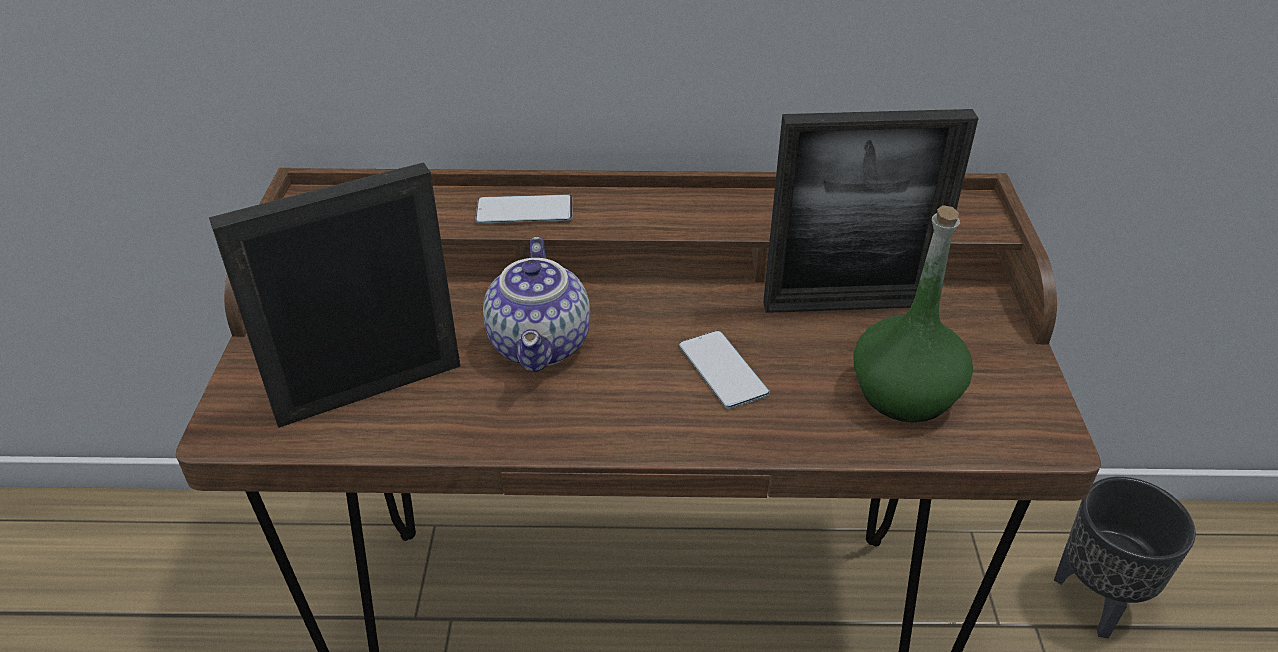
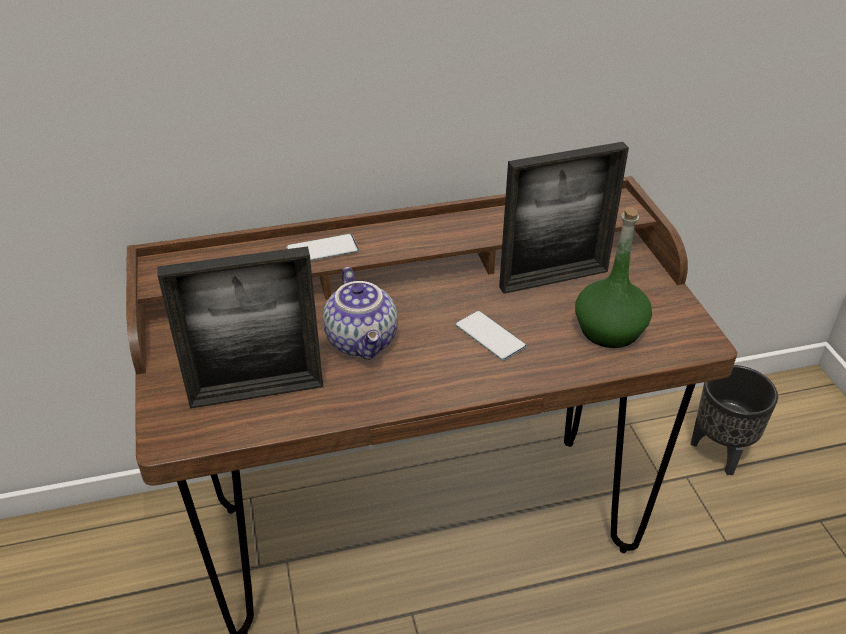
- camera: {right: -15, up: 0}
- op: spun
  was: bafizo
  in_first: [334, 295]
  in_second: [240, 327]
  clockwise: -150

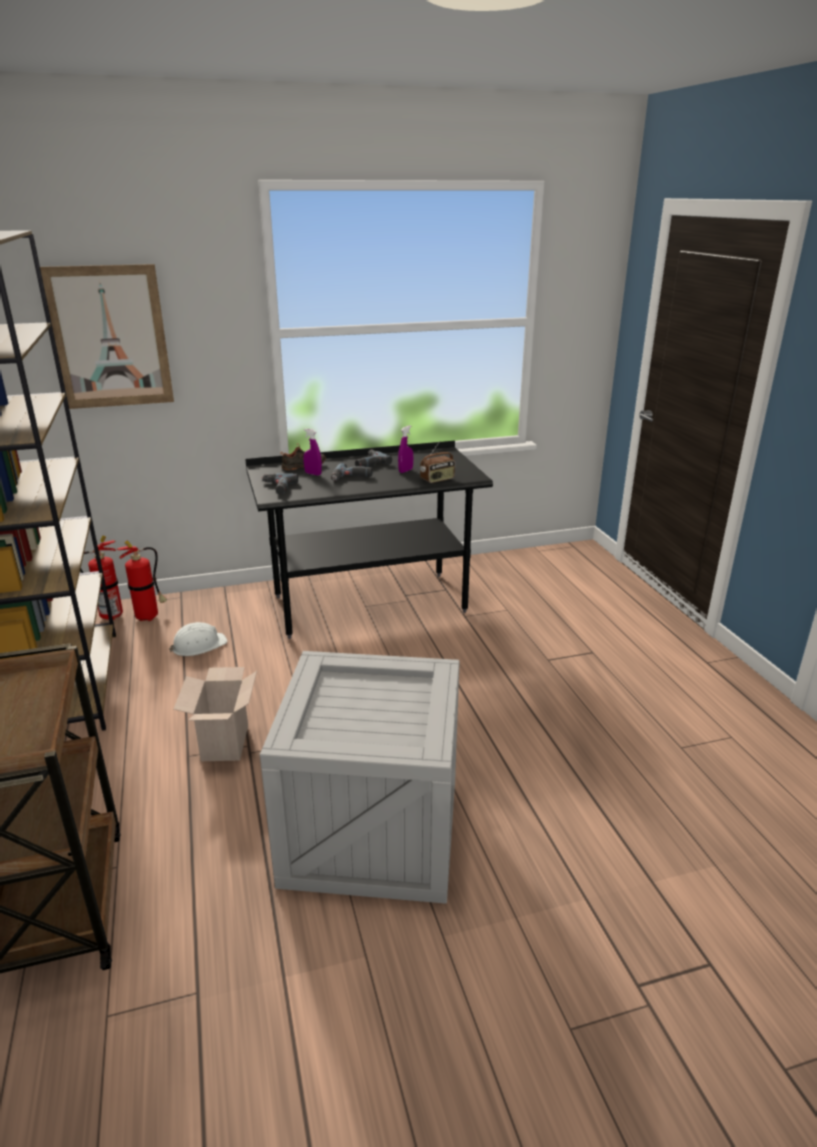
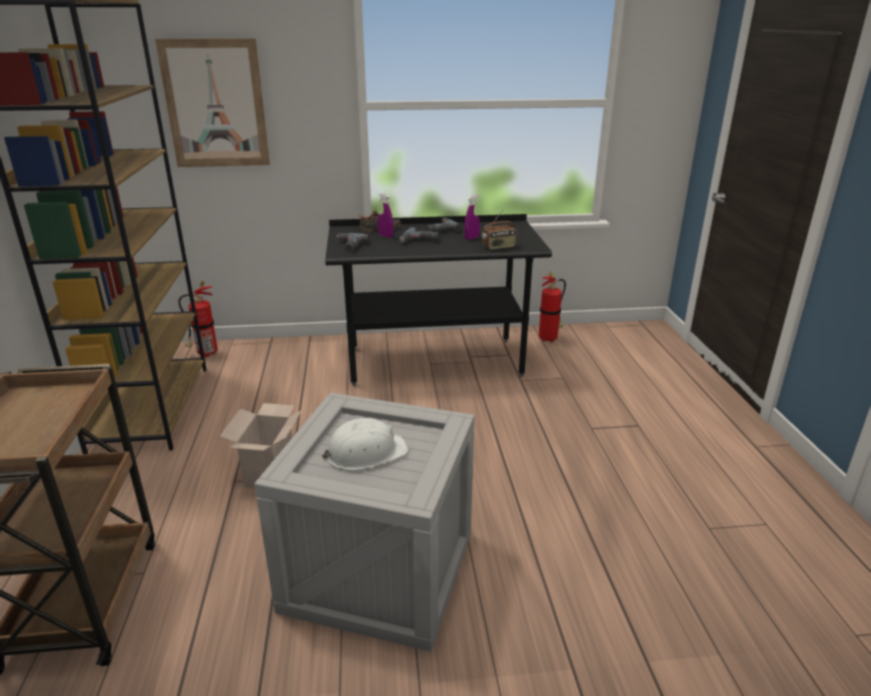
- camera: {right: 10, up: 0}
- op: relocated
  was: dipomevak
  in_first: [142, 581]
  in_second: [552, 306]
- op: relocated
  was: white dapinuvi
  in_first: [198, 639]
  in_second: [365, 444]

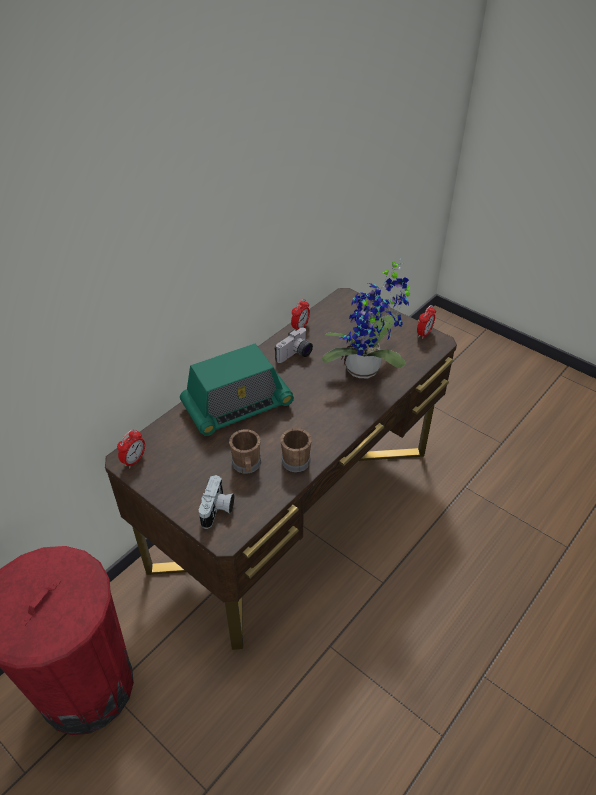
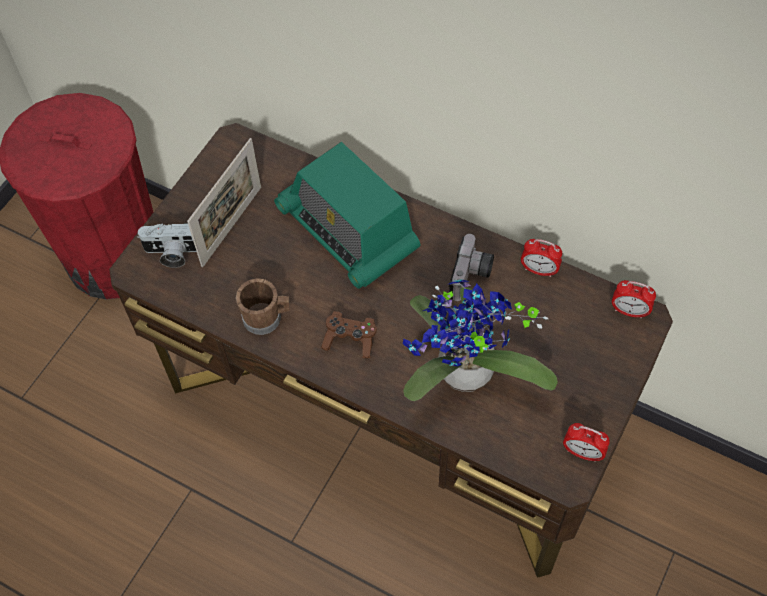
- camera: {right: 80, up: 15}
- op: relocated
  was: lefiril
  in_first: [131, 448]
  in_second: [634, 299]
- op: missing
  was: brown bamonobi
  in_first: [245, 451]
- op: spun
  was: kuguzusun
  in_first: [294, 345]
  in_second: [471, 267]
  clockwise: -105
- op: appeared
  now: bafizo
  in_second: [224, 202]
- op: appeared
  now: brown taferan
  in_second: [349, 335]

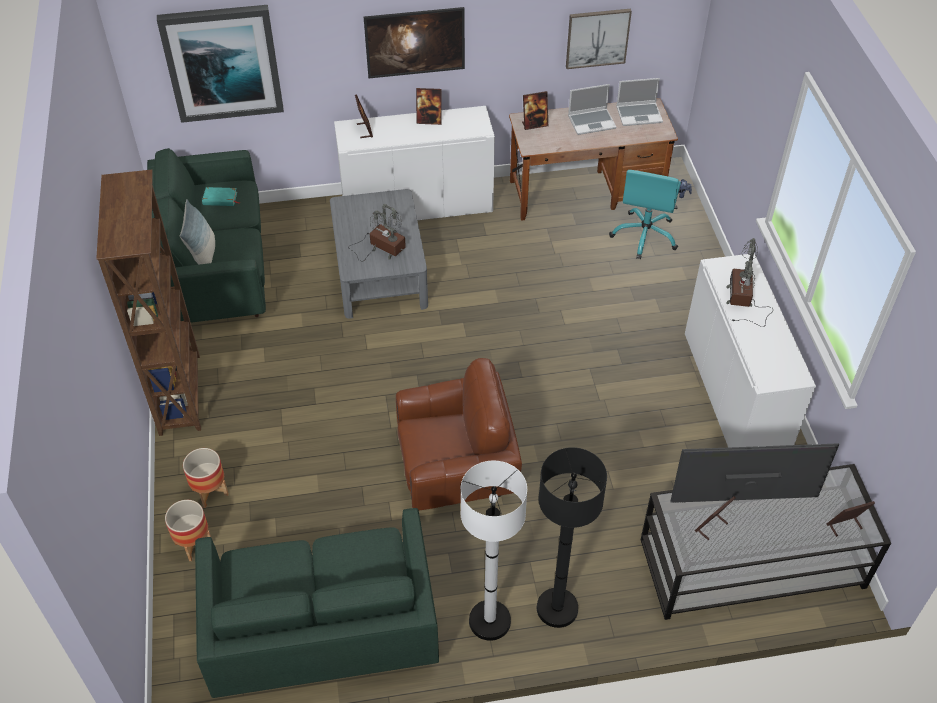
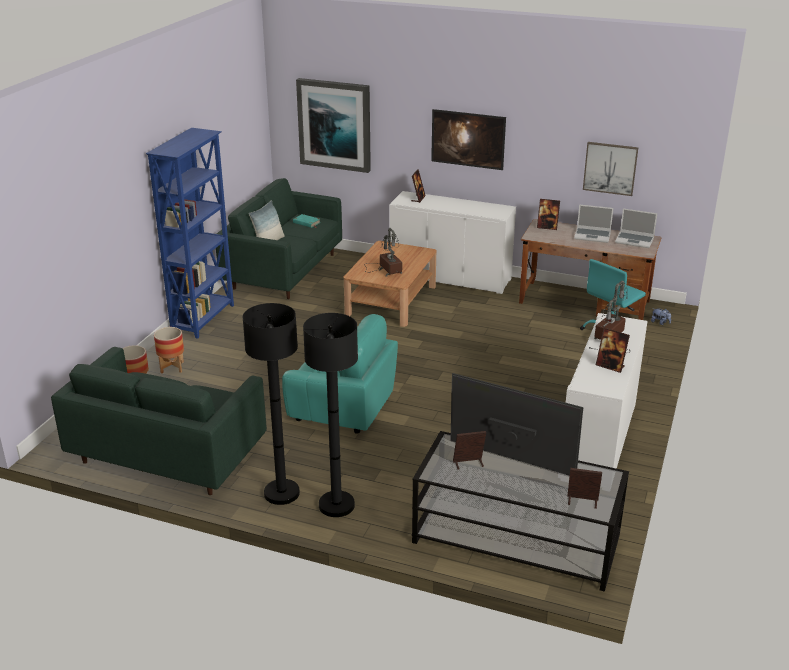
- camera: {right: 30, up: -20}
- op: colour
  was: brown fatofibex
  now: blue fatofibex
  in_first: [148, 303]
  in_second: [190, 233]
- op: colour
  was: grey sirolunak
  now: brown sirolunak
  in_first: [379, 254]
  in_second: [390, 284]
- op: colour
  was: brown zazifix
  now: turquoise zazifix
  in_first: [459, 434]
  in_second: [340, 374]
- op: relocated
  was: bafizo
  in_first: [429, 106]
  in_second: [613, 350]
- op: colour
  was: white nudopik
  now: black nudopik
  in_first: [494, 551]
  in_second: [271, 404]

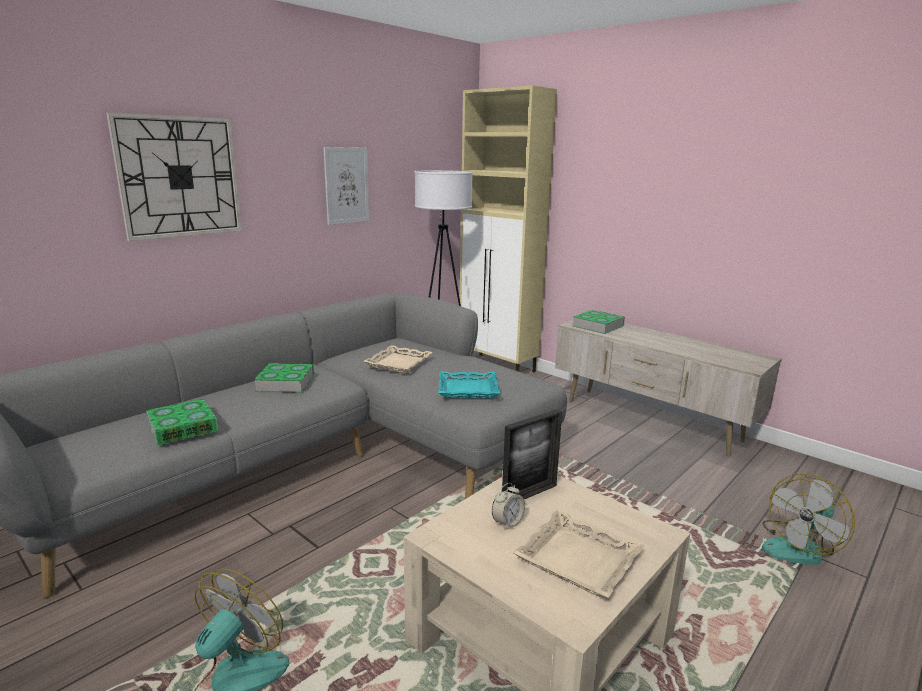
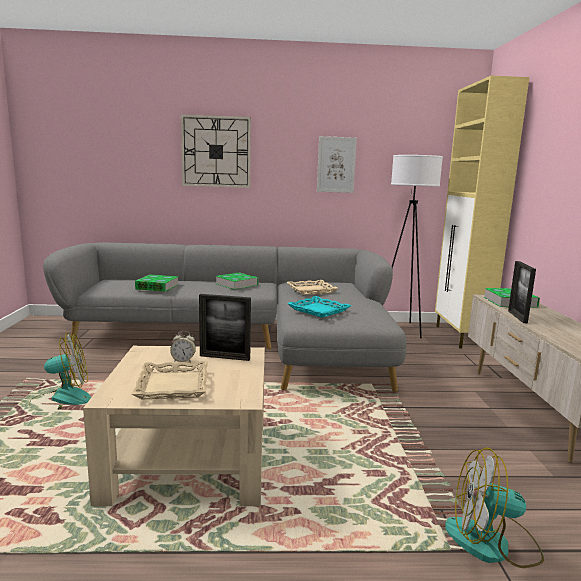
- camera: {right: 45, up: -5}
- op: appeared
  now: bafizo
  in_second: [522, 292]

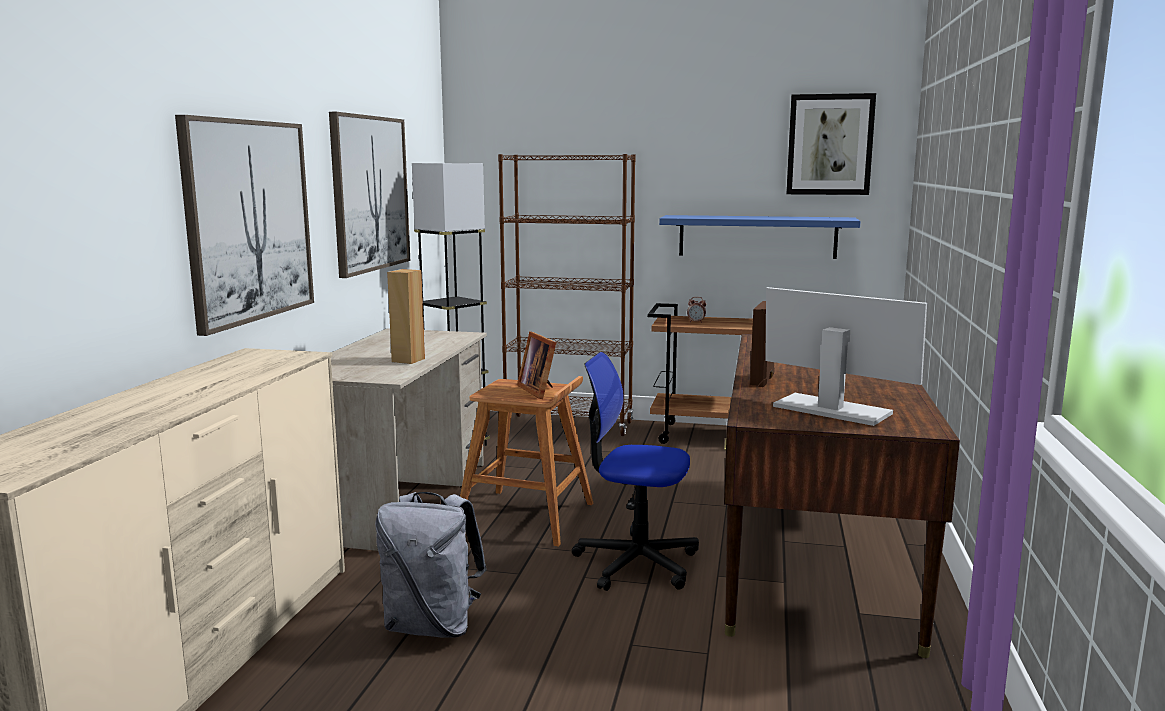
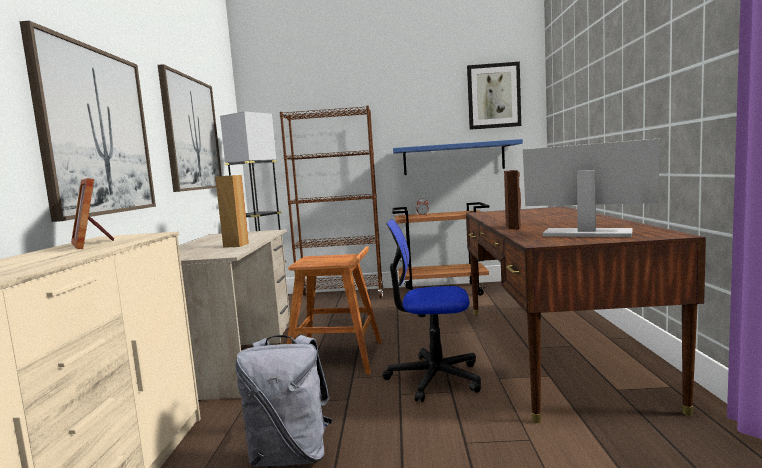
- camera: {right: -10, up: -5}
- op: relocated
  was: bafizo
  in_first: [536, 365]
  in_second: [92, 213]

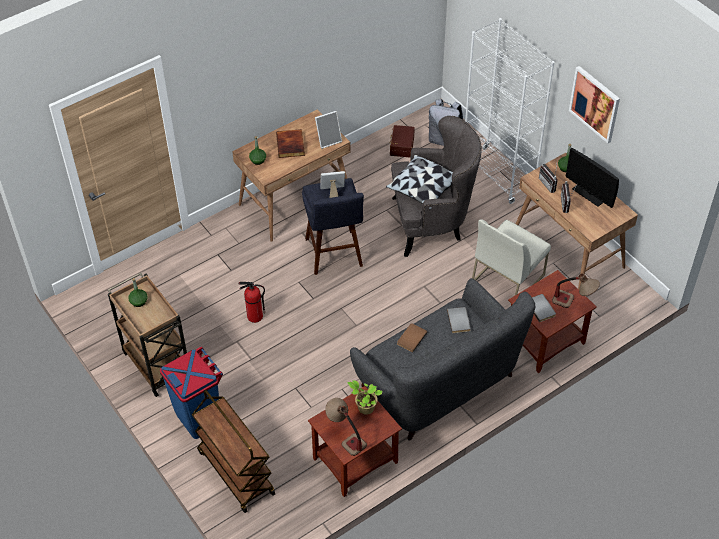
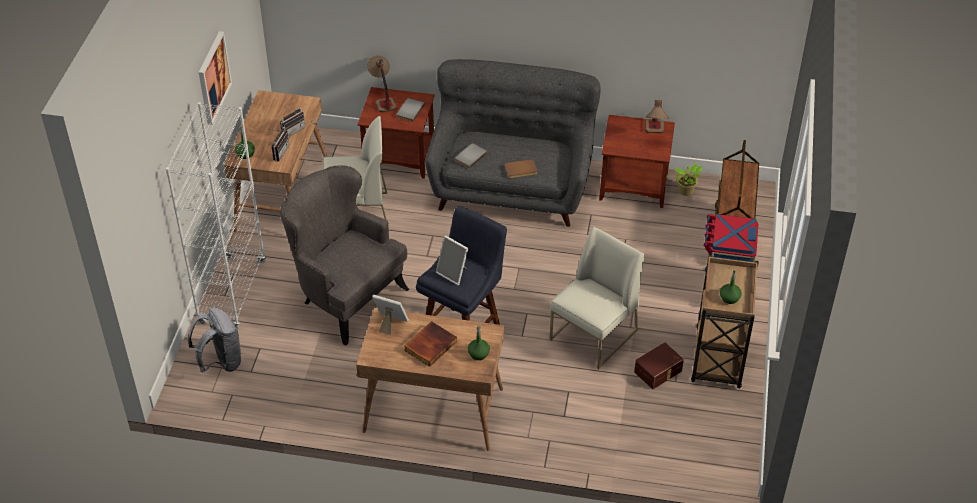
- camera: {right: -135, up: -5}
- op: exchanged
  was: dipomevak
  now: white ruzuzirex
  in_first: [251, 302]
  in_second: [596, 297]
- op: relocated
  was: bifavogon
  in_first: [365, 397]
  in_second: [688, 179]
- op: missing
  was: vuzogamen
  in_first: [419, 182]
- op: relocated
  was: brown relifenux
  in_first: [402, 141]
  in_second: [659, 365]
- op: missing
  was: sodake
  in_first: [592, 178]

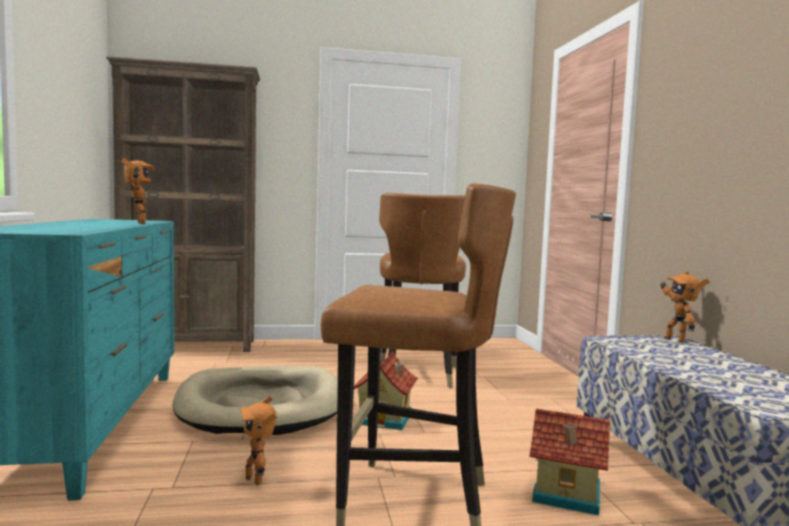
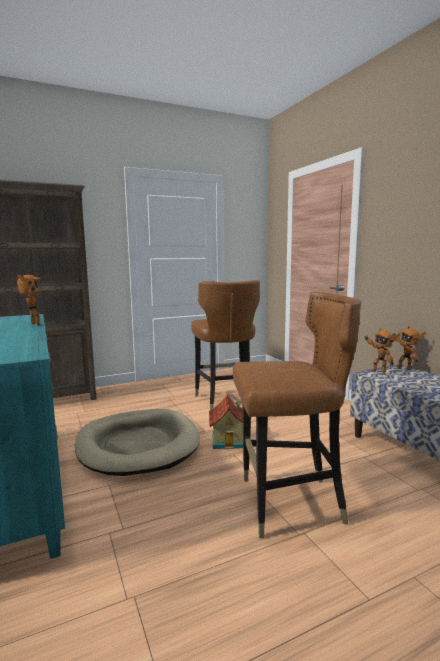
- camera: {right: -15, up: 5}
- op: relocated
  was: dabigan
  in_first: [258, 440]
  in_second: [382, 350]
- op: missing
  was: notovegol
  in_first: [569, 462]

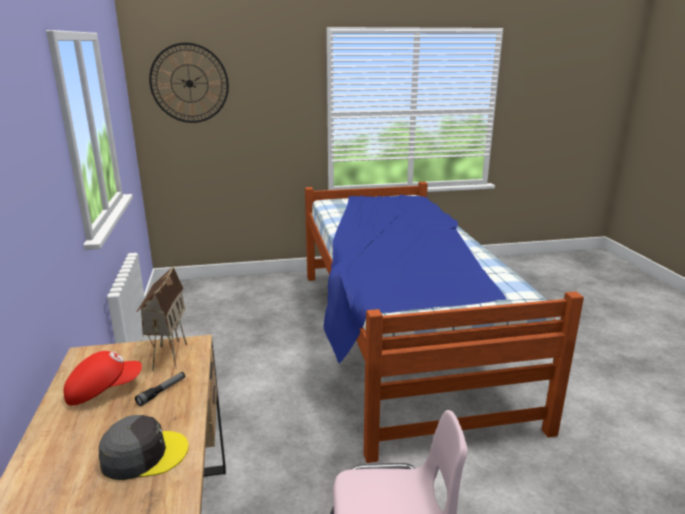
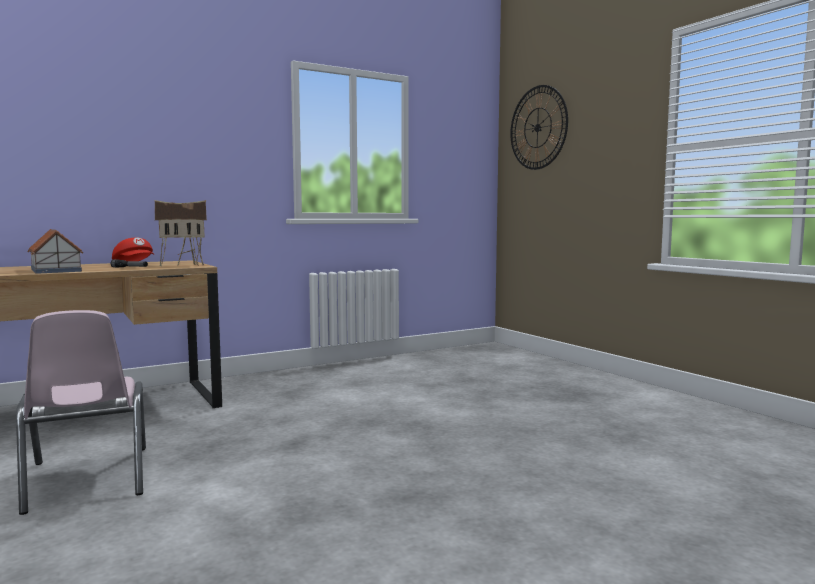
- camera: {right: 70, up: -15}
- op: exchanged
  was: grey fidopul
  now: notovegol
  in_first: [144, 447]
  in_second: [55, 251]
- op: missing
  was: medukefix
  in_first: [444, 322]

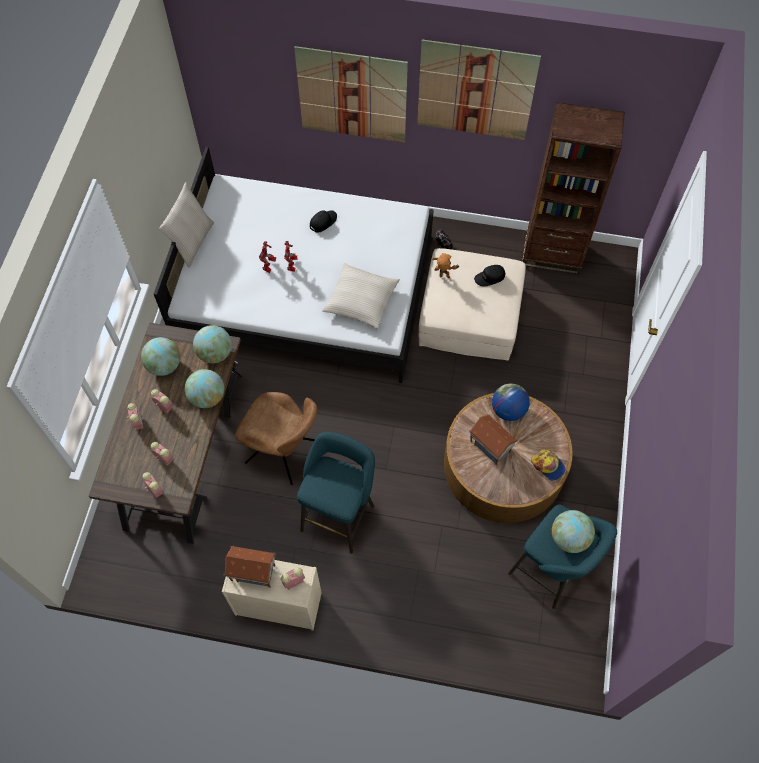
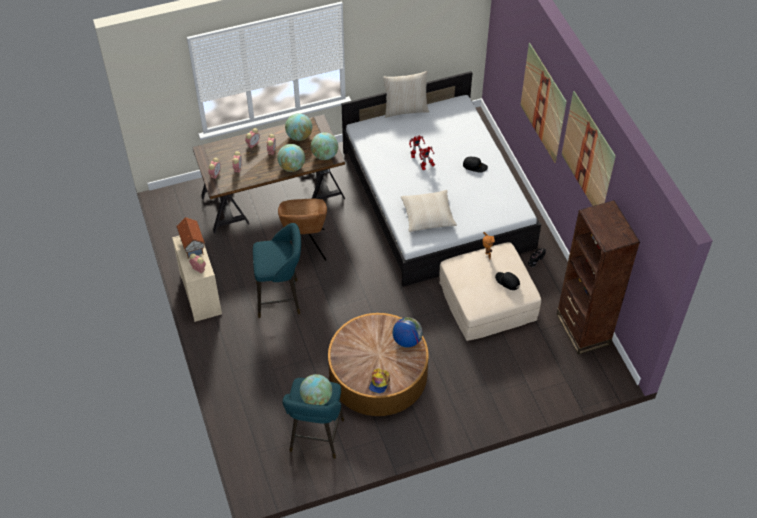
- camera: {right: 60, up: -10}
- op: missing
  was: notovegol
  in_first: [493, 439]

